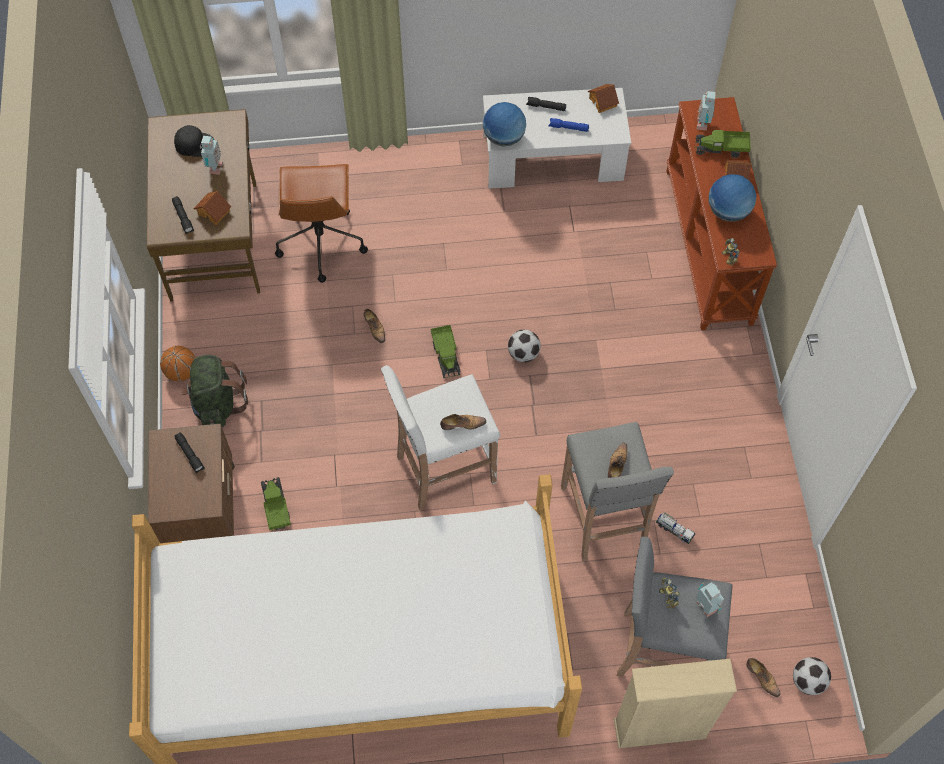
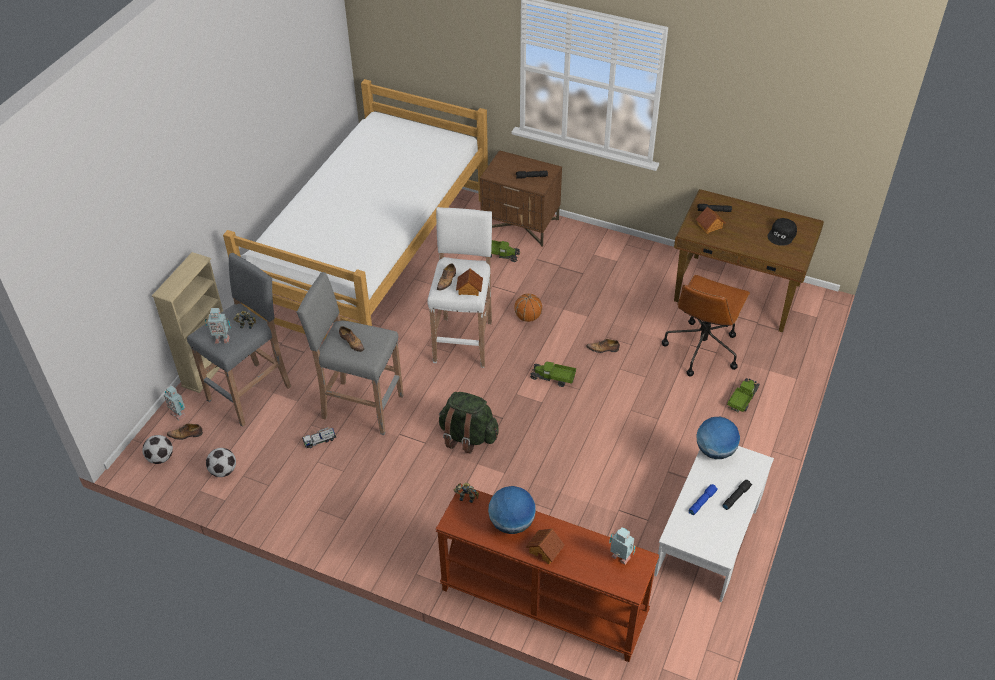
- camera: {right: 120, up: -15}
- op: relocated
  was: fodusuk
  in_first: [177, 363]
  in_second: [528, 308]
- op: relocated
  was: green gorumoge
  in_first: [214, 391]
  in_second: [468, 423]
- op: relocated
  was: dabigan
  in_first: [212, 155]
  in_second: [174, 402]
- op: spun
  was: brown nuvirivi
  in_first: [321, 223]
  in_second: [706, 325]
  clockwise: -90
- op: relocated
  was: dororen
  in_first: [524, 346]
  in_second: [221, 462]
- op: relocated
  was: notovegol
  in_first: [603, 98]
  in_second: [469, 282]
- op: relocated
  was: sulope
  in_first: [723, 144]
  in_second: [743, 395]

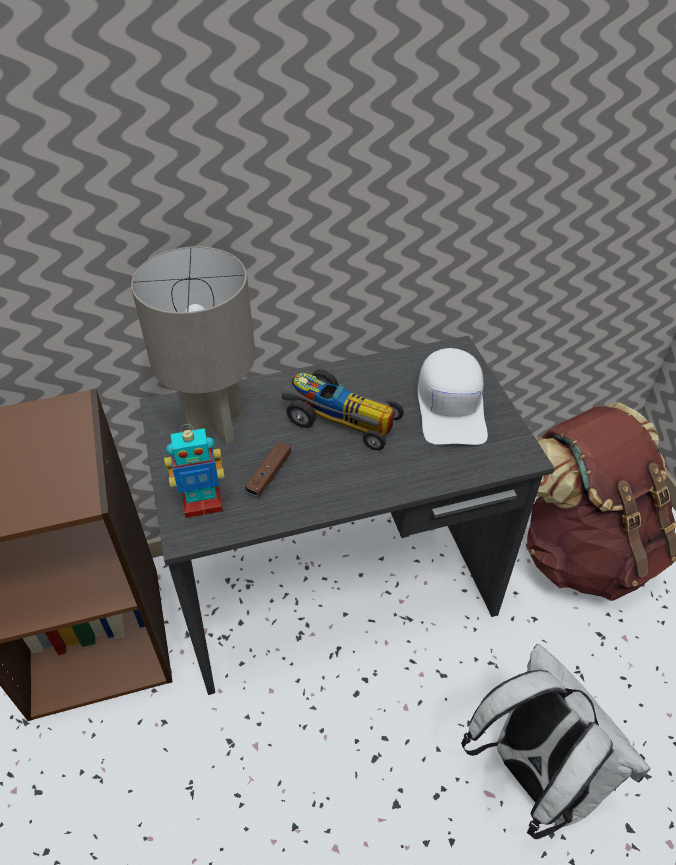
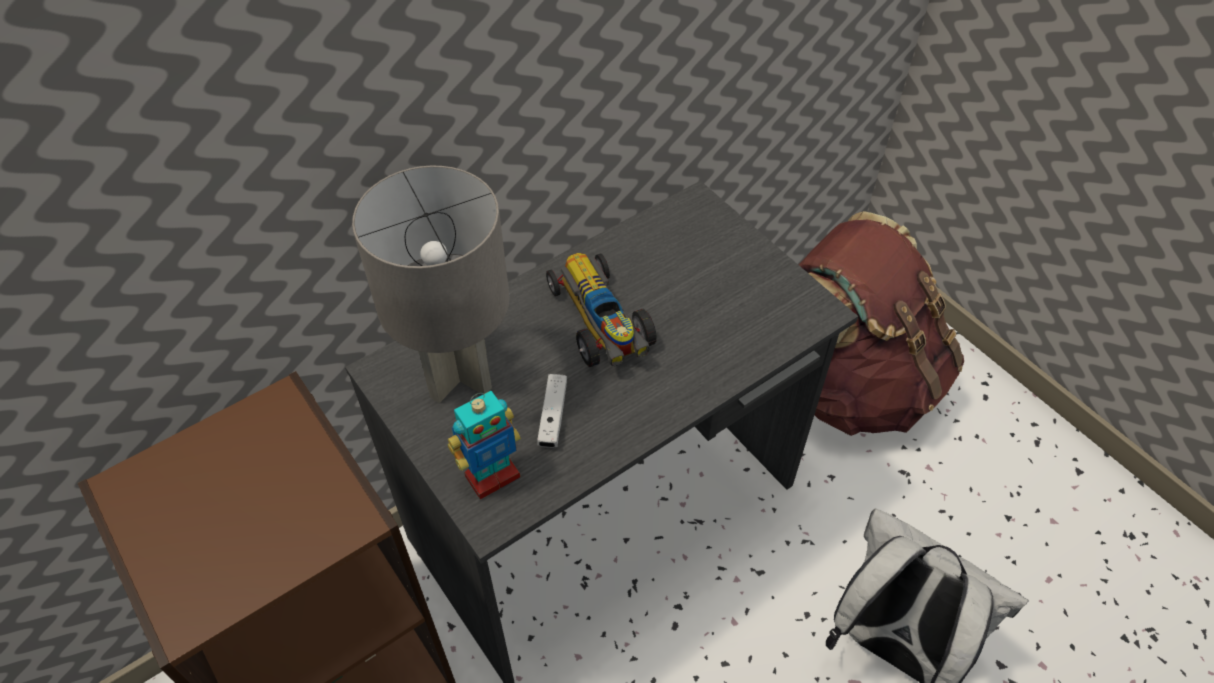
- camera: {right: -20, up: 5}
- op: colour
  was: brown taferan
  now: white taferan
  in_first: [268, 469]
  in_second: [552, 411]
- op: spun
  was: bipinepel
  in_first: [343, 409]
  in_second: [601, 310]
  clockwise: -120
- op: missing
  was: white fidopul
  in_first: [453, 396]

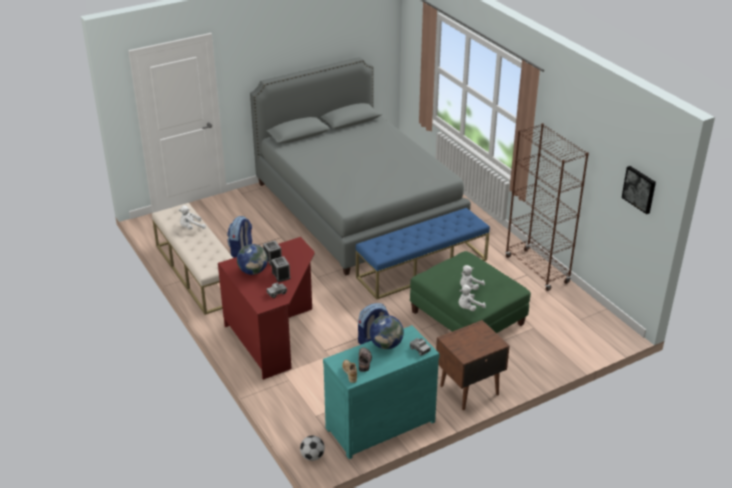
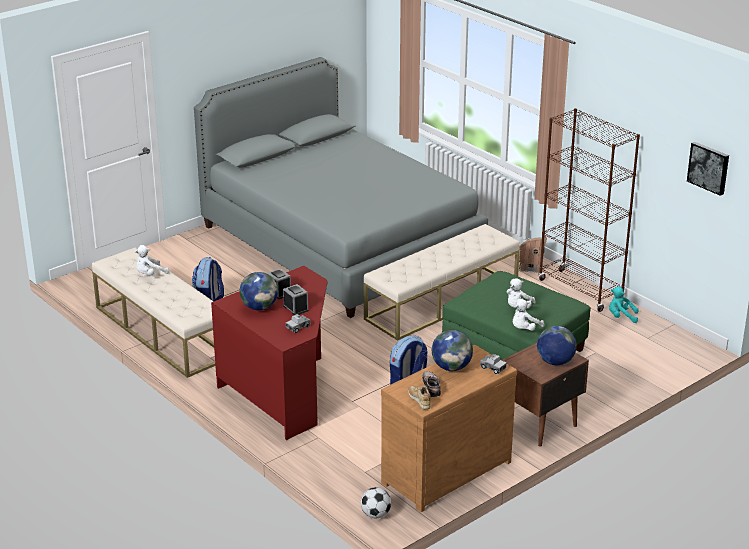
- camera: {right: -10, up: -5}
- op: colour
  was: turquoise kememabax
  now: brown kememabax
  in_first: [381, 392]
  in_second: [449, 428]
- op: colour
  was: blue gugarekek
  now: beige gugarekek
  in_first: [423, 253]
  in_second: [442, 282]
- op: appeared
  now: notovegol
  in_second: [533, 254]
- op: appeared
  now: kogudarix
  in_second: [557, 345]
- op: appeared
  now: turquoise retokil
  in_second: [624, 305]

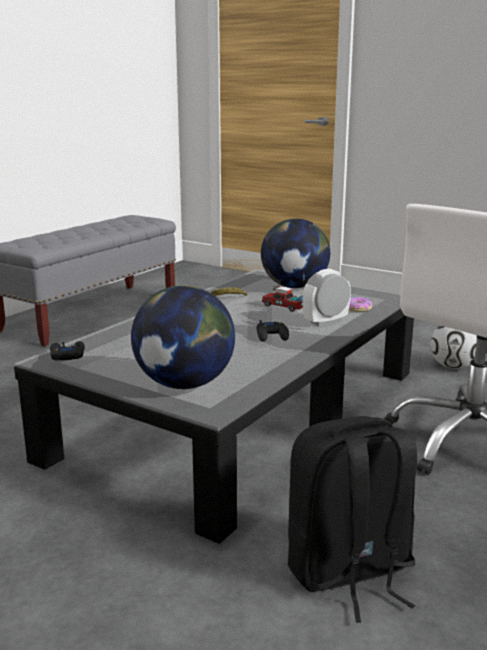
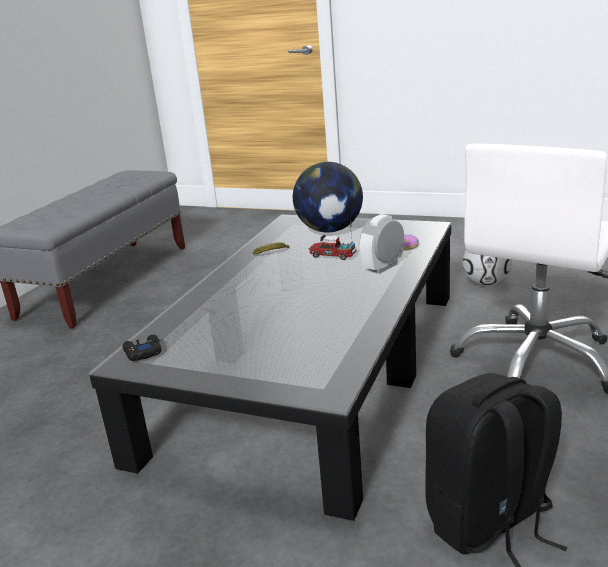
- camera: {right: -10, up: 5}
- op: missing
  was: kogudarix
  in_first: [183, 337]
- op: missing
  was: black taferan
  in_first: [272, 331]

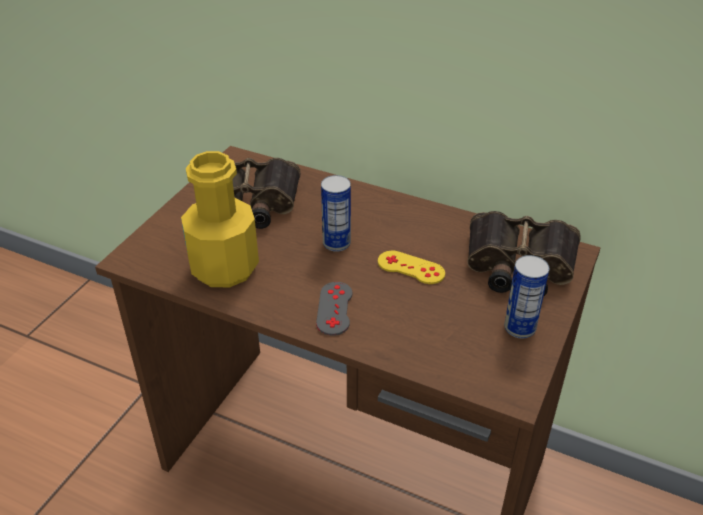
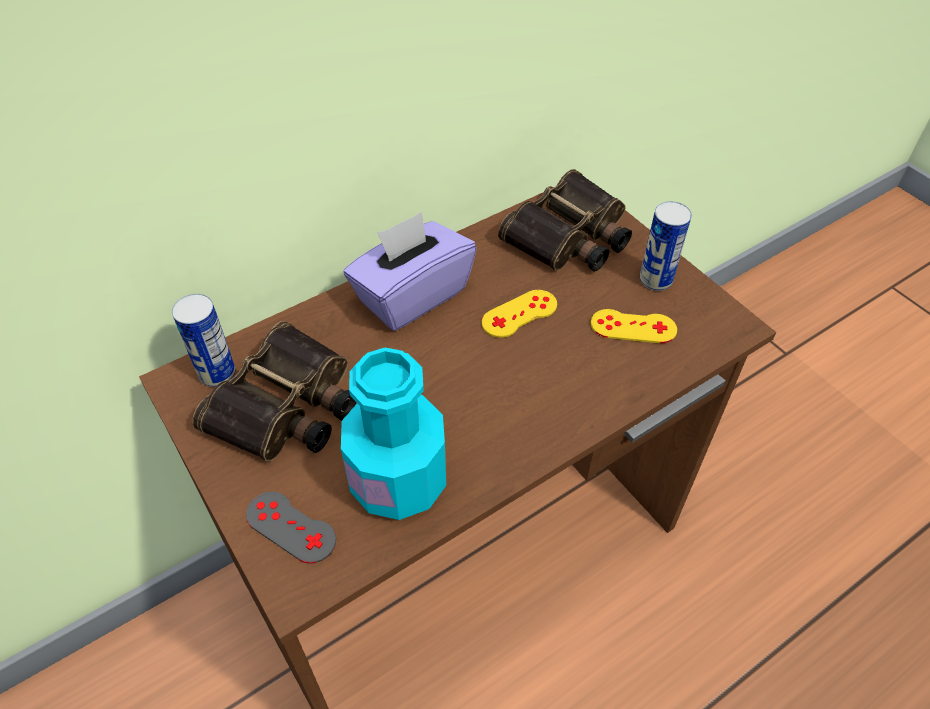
- camera: {right: -60, up: 10}
- op: colour
  was: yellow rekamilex
  now: turquoise rekamilex
  in_first: [220, 219]
  in_second: [393, 434]
- op: relocated
  was: grey taferan
  in_first: [334, 309]
  in_second: [291, 527]
- op: relocated
  was: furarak
  in_first: [336, 213]
  in_second: [203, 340]
- op: appeared
  now: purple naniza
  in_second: [410, 271]
- op: appeared
  now: yellow taferan
  in_second: [634, 326]

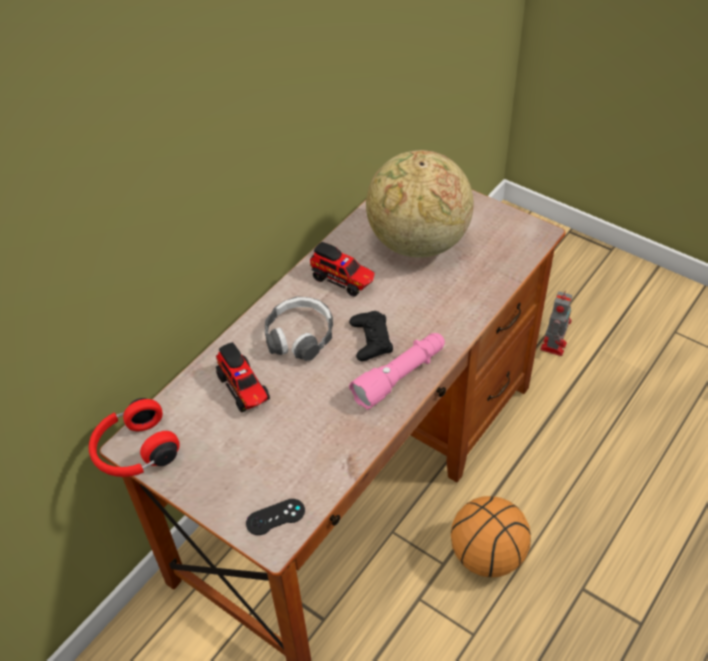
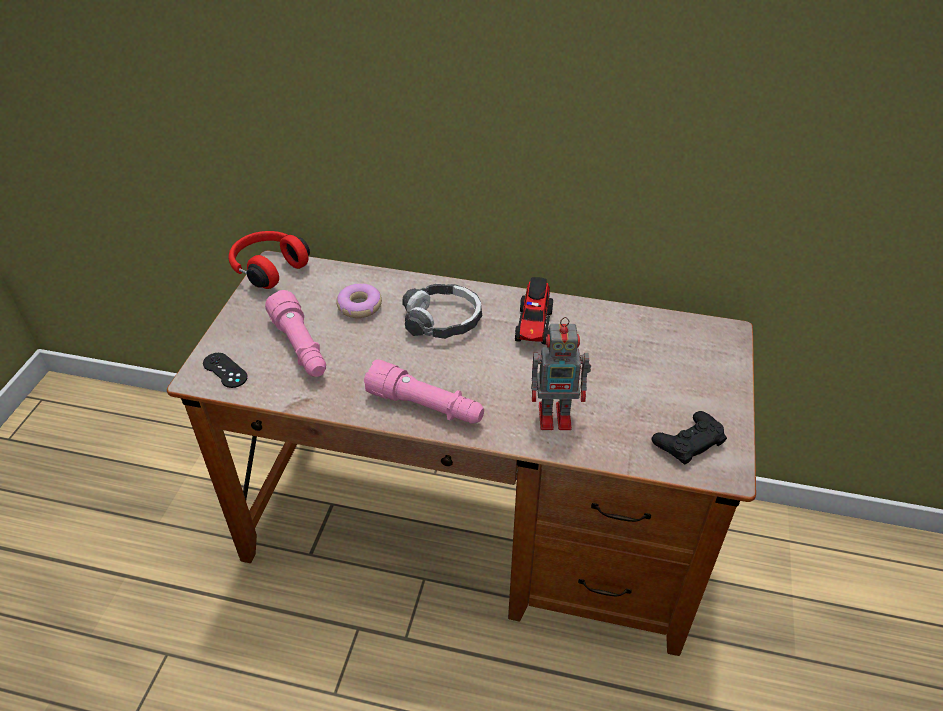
- camera: {right: 65, up: -5}
- op: exchanged
  was: sulope
  now: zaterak
  in_first: [243, 377]
  in_second: [359, 300]
- op: relocated
  was: black taferan
  in_first: [371, 336]
  in_second: [689, 438]
- op: missing
  was: kogudarix
  in_first: [419, 204]
- op: missing
  was: fodusuk
  in_first: [491, 536]
- op: relocated
  was: dabigan
  in_first: [556, 323]
  in_second: [561, 373]
- op: appeared
  now: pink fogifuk
  in_second: [295, 333]

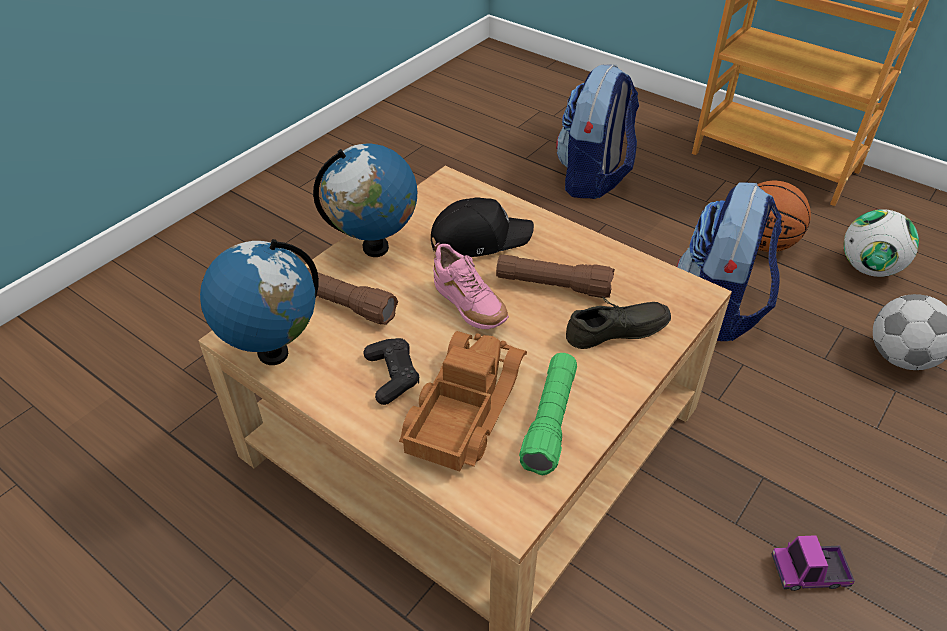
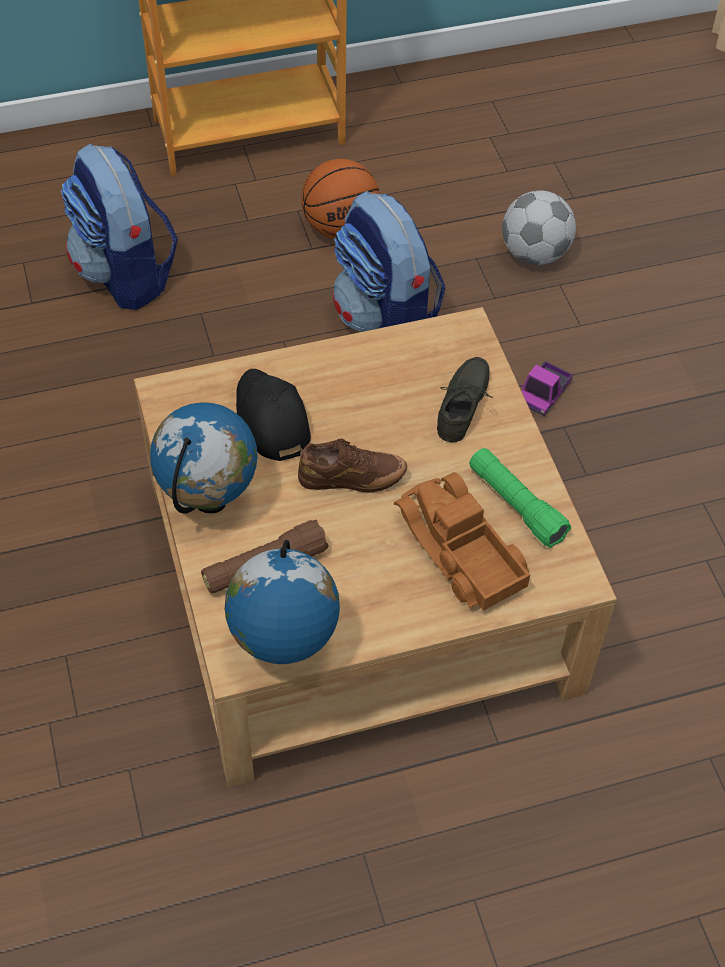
- camera: {right: -55, up: 10}
- op: missing
  was: black taferan
  in_first: [391, 371]
- op: spun
  was: black fidopul
  in_first: [482, 227]
  in_second: [273, 415]
  clockwise: -45
- op: colour
  was: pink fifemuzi
  now: brown fifemuzi
  in_first: [471, 286]
  in_second: [352, 466]
- op: missing
  was: brown fogifuk
  in_first: [555, 276]
- op: relocated
  was: sulope
  in_first: [813, 563]
  in_second: [547, 388]
- op: missing
  was: dororen
  in_first: [881, 243]

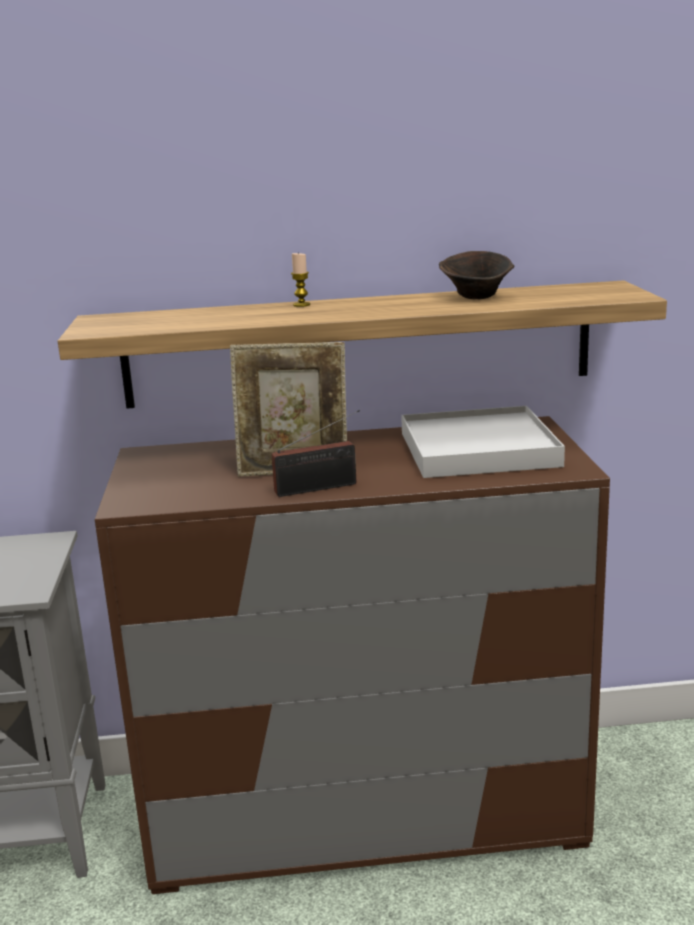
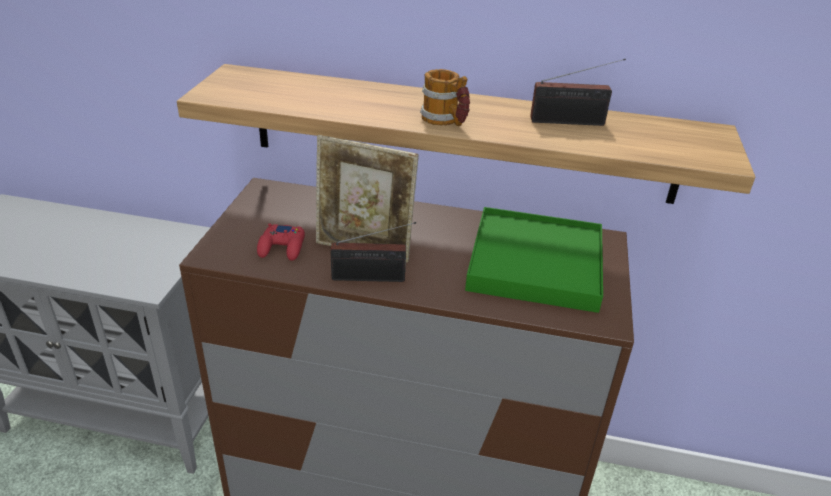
- camera: {right: 15, up: 15}
- op: missing
  was: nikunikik
  in_first: [300, 279]
- op: colour
  was: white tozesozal
  now: green tozesozal
  in_first: [483, 442]
  in_second: [534, 260]
- op: exchanged
  was: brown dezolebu
  now: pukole
  in_first: [476, 275]
  in_second: [578, 92]
- op: appeared
  now: red taferan
  in_second: [281, 242]
- op: appeared
  now: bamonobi
  in_second: [445, 97]

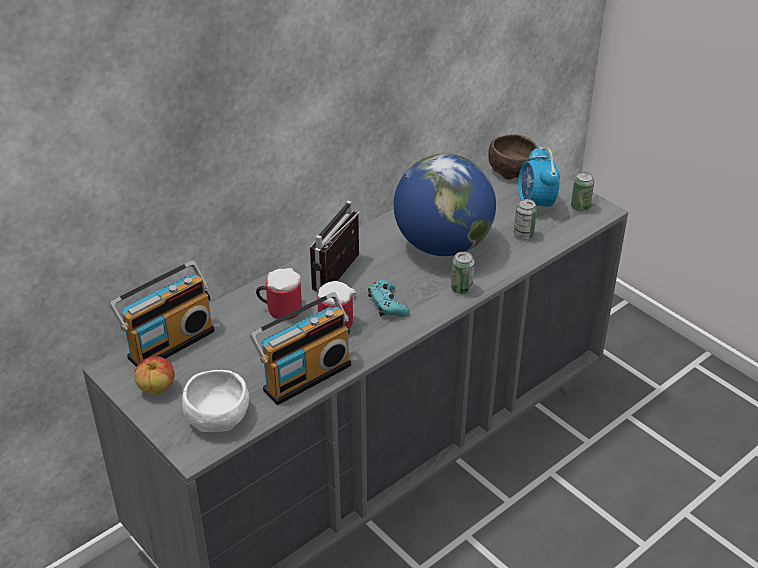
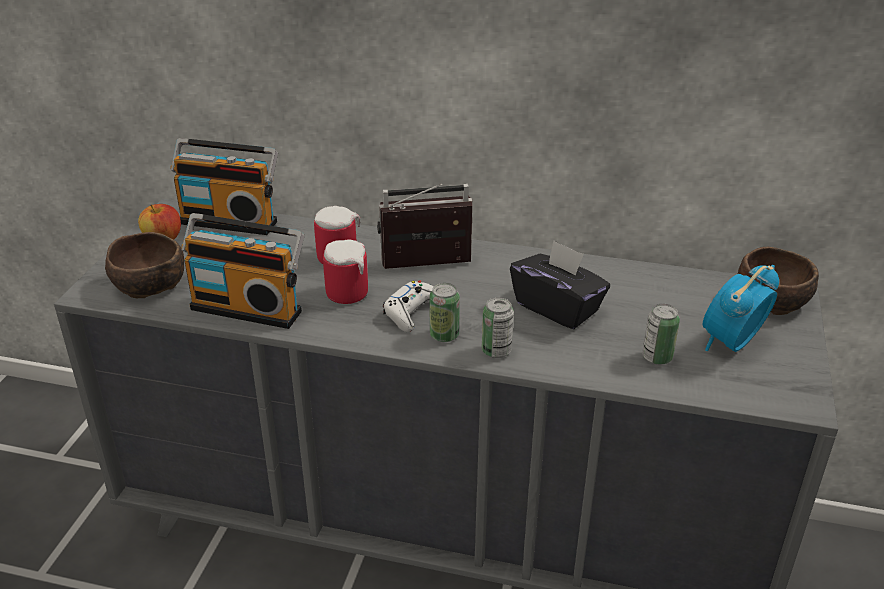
- camera: {right: 55, up: -5}
- op: colour
  was: white dezolebu
  now: brown dezolebu
  in_first: [215, 401]
  in_second: [144, 265]
- op: colour
  was: turquoise taferan
  now: white taferan
  in_first: [389, 298]
  in_second: [408, 306]
- op: exchanged
  was: kogudarix
  now: black naniza
  in_first: [445, 205]
  in_second: [560, 284]
- op: relocated
  was: furarak
  in_first: [582, 192]
  in_second: [445, 312]

